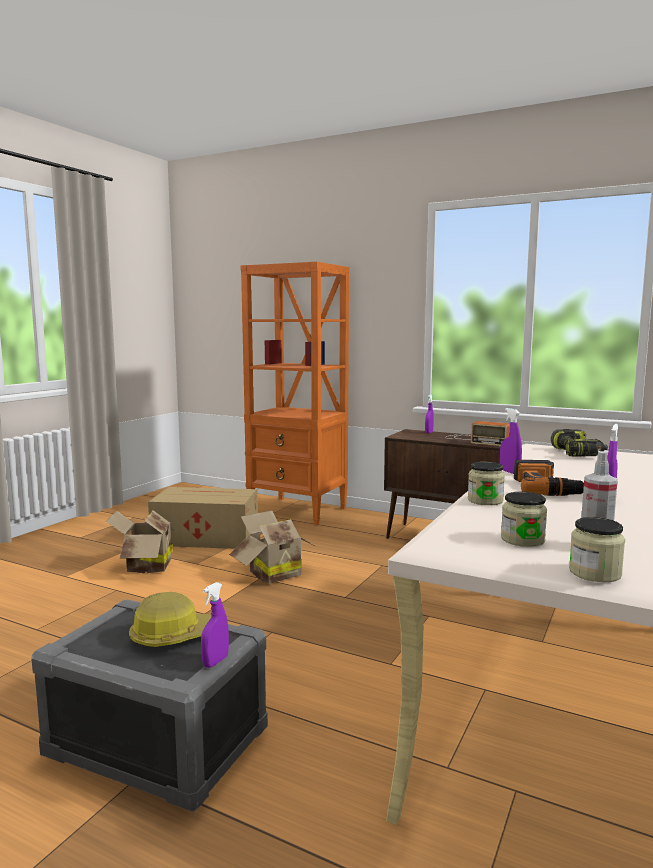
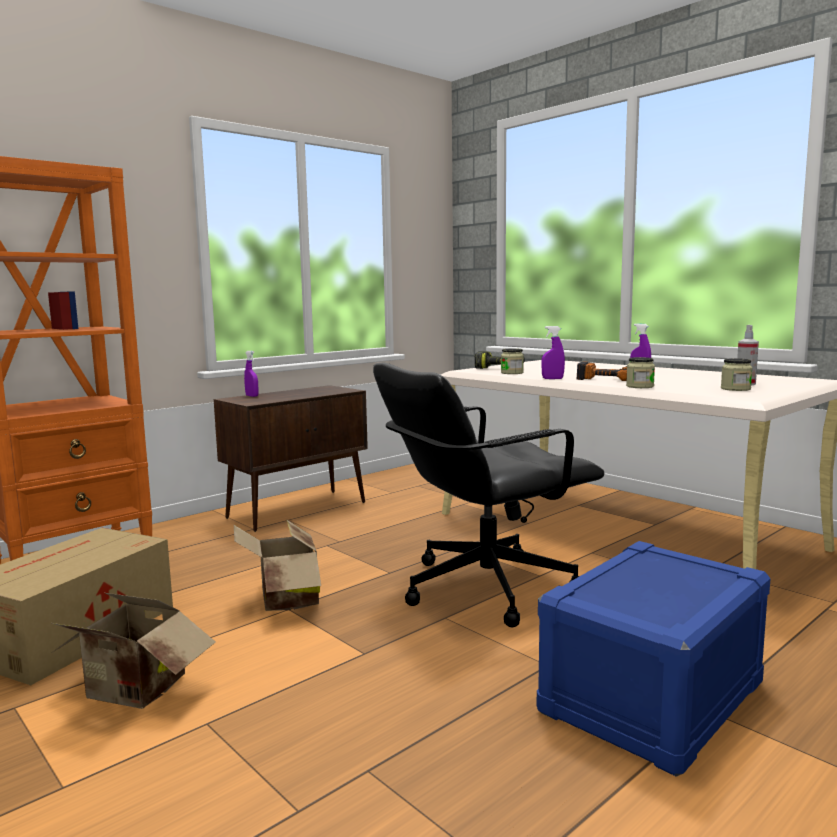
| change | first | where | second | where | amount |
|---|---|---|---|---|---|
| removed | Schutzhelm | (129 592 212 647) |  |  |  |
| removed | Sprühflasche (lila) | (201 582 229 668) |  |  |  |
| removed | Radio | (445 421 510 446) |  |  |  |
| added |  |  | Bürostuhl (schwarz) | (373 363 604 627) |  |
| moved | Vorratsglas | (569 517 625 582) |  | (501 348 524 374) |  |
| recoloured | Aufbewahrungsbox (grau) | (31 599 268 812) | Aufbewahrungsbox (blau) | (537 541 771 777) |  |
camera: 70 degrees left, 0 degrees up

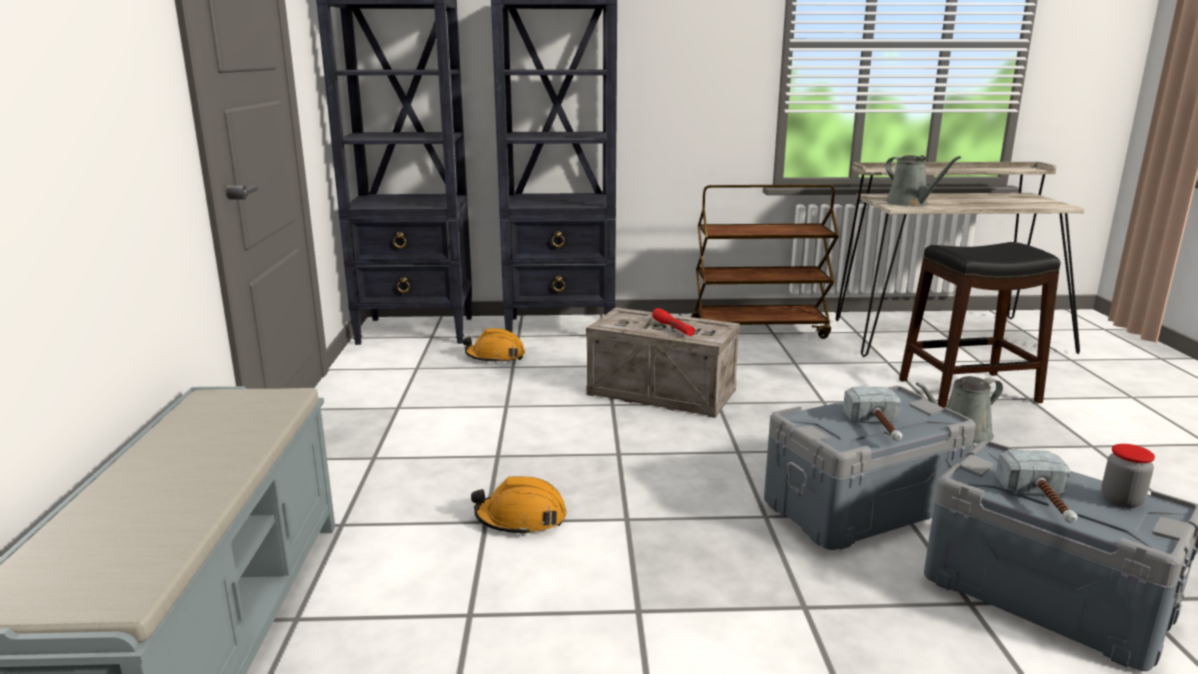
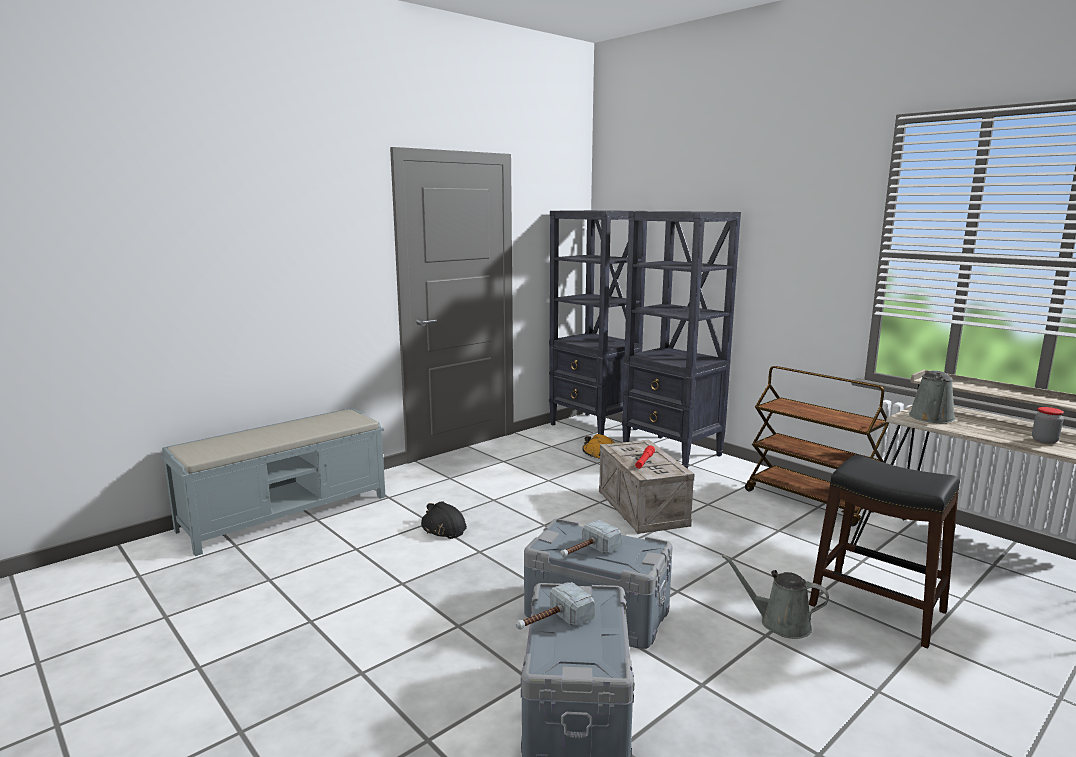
| change | first | where | second | where | amount |
|---|---|---|---|---|---|
| moved | Vorratsglas | (1101 444 1155 508) |  | (1032 407 1064 444) |  |
| recoloured | Schutzhelm (orange) | (471 476 566 536) | Schutzhelm (schwarz) | (421 502 467 539) |  |
camera: 50 degrees right, 5 degrees down

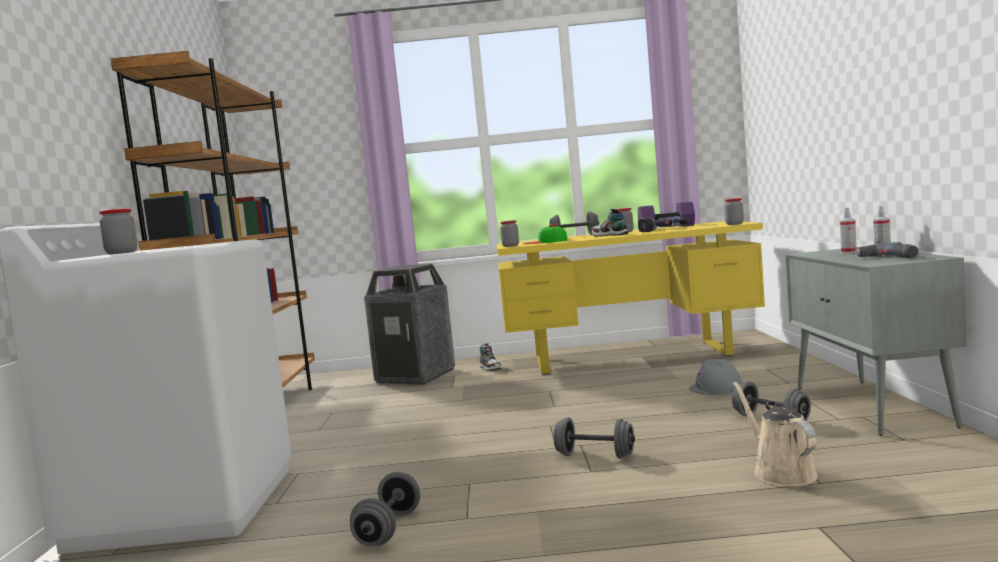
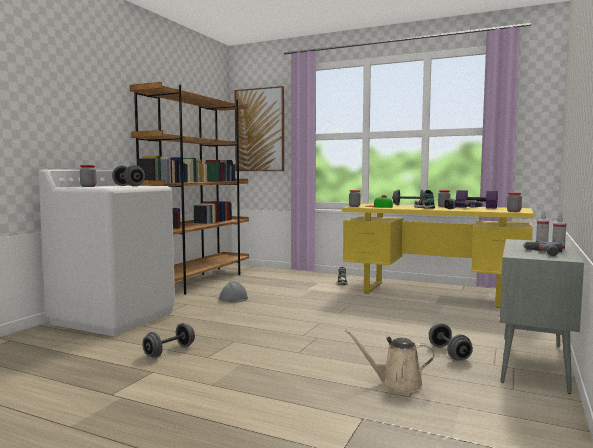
| change | first | where | second | where | amount |
|---|---|---|---|---|---|
| removed | Mülleimer | (364 264 455 385) |  |  |  |
| added |  |  | Bild | (234 86 284 171) |  |
| moved | Hantel (grau) | (554 418 635 459) |  | (112 165 145 187) |  |
| moved | Schutzhelm (grau) | (689 359 743 395) |  | (219 281 248 303) |  |
| turned | Gießkanne (beige) | (733 381 817 487) |  | (345 330 434 393) | 90 degrees counterclockwise |
camera: 25 degrees right, 0 degrees up

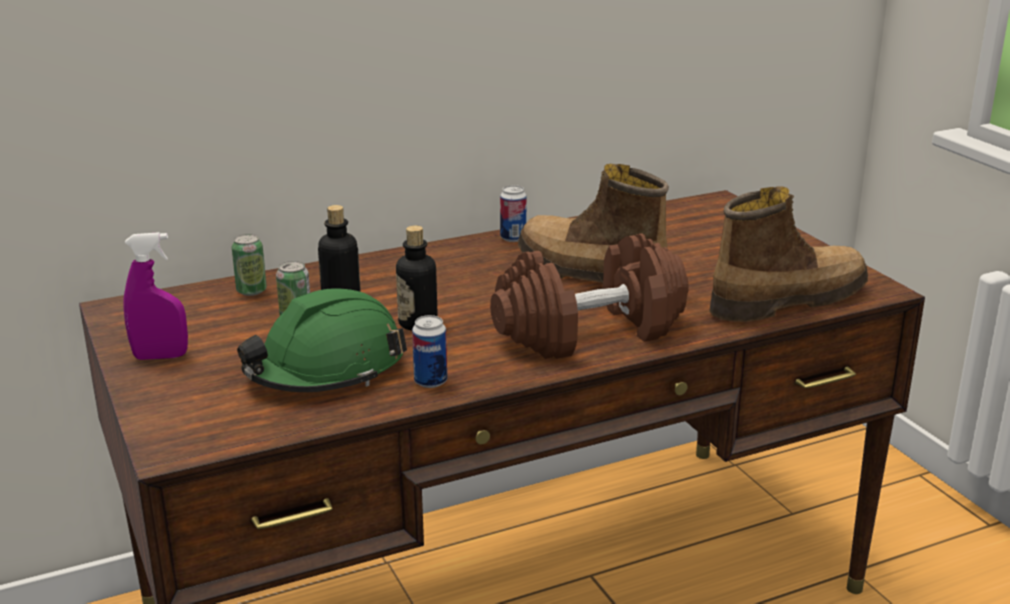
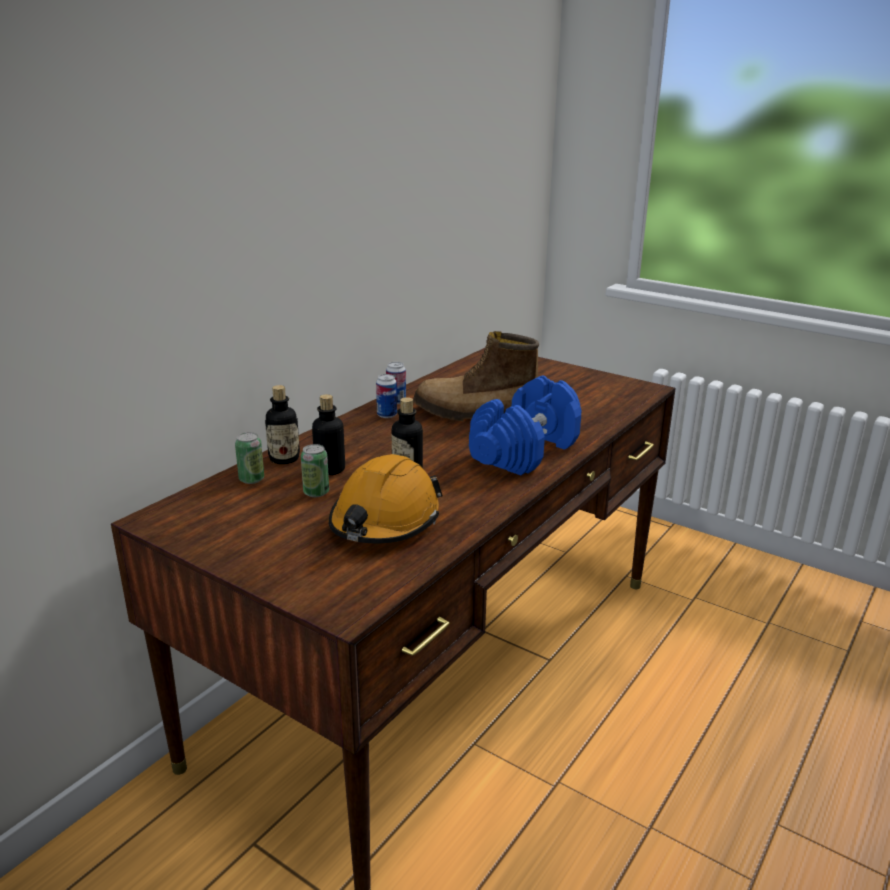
| change | first | where | second | where | amount |
|---|---|---|---|---|---|
| removed | Sprühflasche (lila) | (123 232 188 360) |  |  |  |
| removed | Stiefel | (709 187 868 322) |  |  |  |
| added |  |  | Flasche | (265 385 300 464) |  |
| moved | Dose | (412 315 447 388) |  | (376 374 397 418) |  |
| recoloured | Schutzhelm (grün) | (237 288 407 392) | Schutzhelm (orange) | (329 454 443 543) |  |
| recoloured | Hantel (braun) | (490 233 689 359) | Hantel (blau) | (469 376 582 475) |  |
camera: 30 degrees left, 0 degrees up

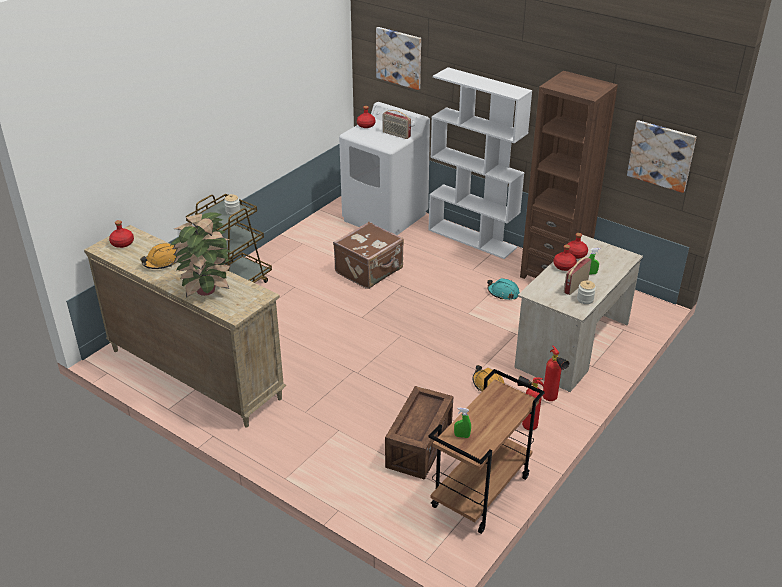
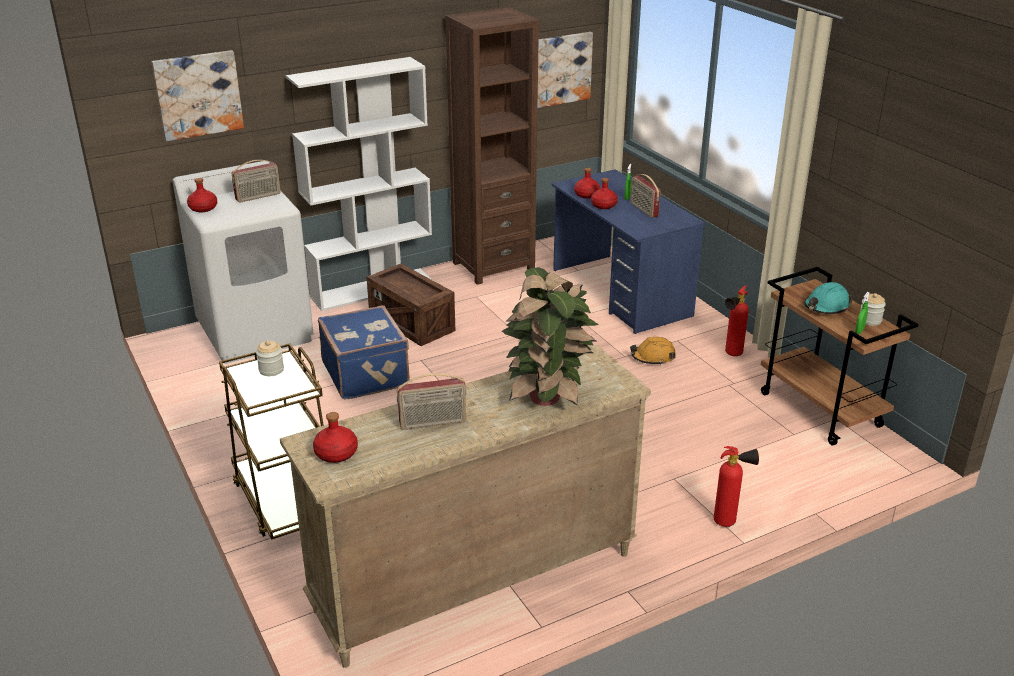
| change | first | where | second | where | amount |
|---|---|---|---|---|---|
| moved | Kiste | (385 386 453 480) |  | (367 264 455 346) |  |
| moved | Schutzhelm (türkis) | (487 278 520 300) |  | (804 282 852 314) |  |
| moved | Feuerlöscher | (543 345 569 401) |  | (714 446 759 527) |  |
| moved | Vorratsglas | (577 280 596 304) |  | (860 293 886 326) |  |
| replaced | Schutzhelm (orange) | (140 243 177 269) | Radio | (397 373 466 430) |  |
| recoloured | Koffer (braun) | (333 221 404 289) | Koffer (blau) | (318 305 410 400) |  |
| recoloured | Schreibtisch (beige) | (514 235 643 392) | Schreibtisch (blau) | (551 169 705 334) |  |
camera: 65 degrees left, 5 degrees down

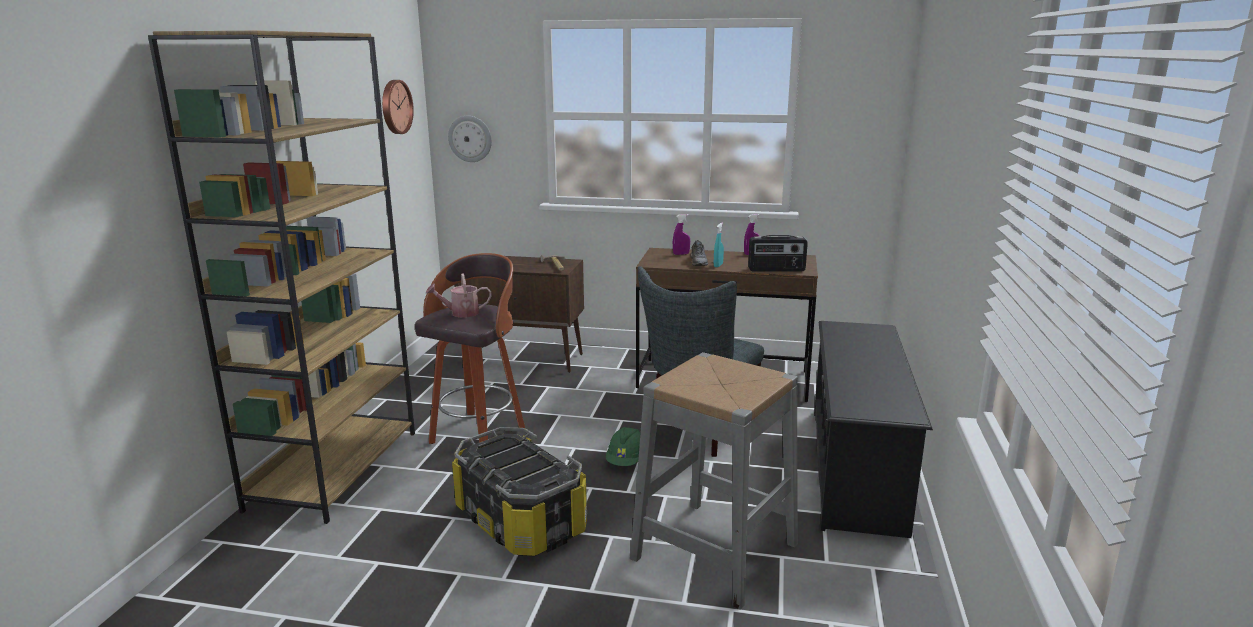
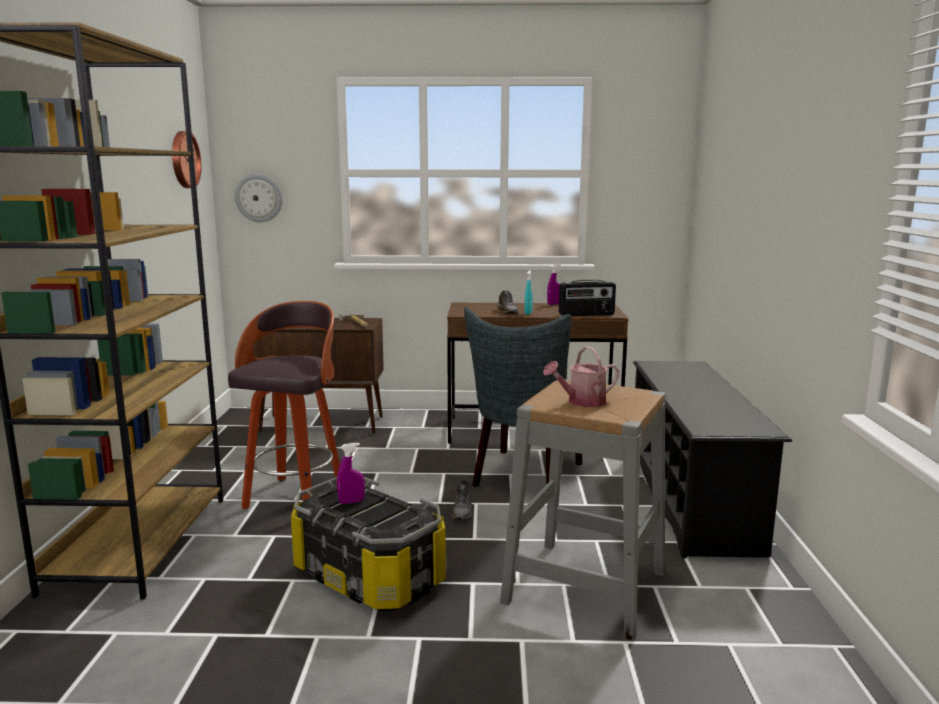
| change | first | where | second | where | amount |
|---|---|---|---|---|---|
| moved | Gießkanne | (426 273 491 317) |  | (543 346 619 407) |  |
| moved | Sprühflasche (lila) | (673 214 690 255) |  | (337 443 365 504) |  |
| replaced | Schutzhelm (grün) | (606 427 640 466) | Schuh (grau) | (452 481 472 519) |  |
camera: 10 degrees left, 5 degrees down

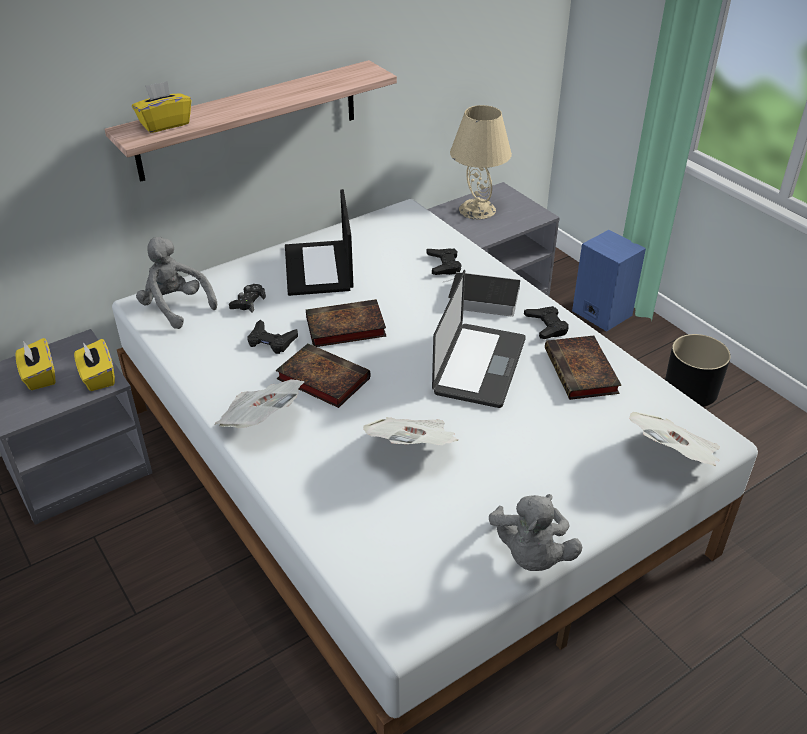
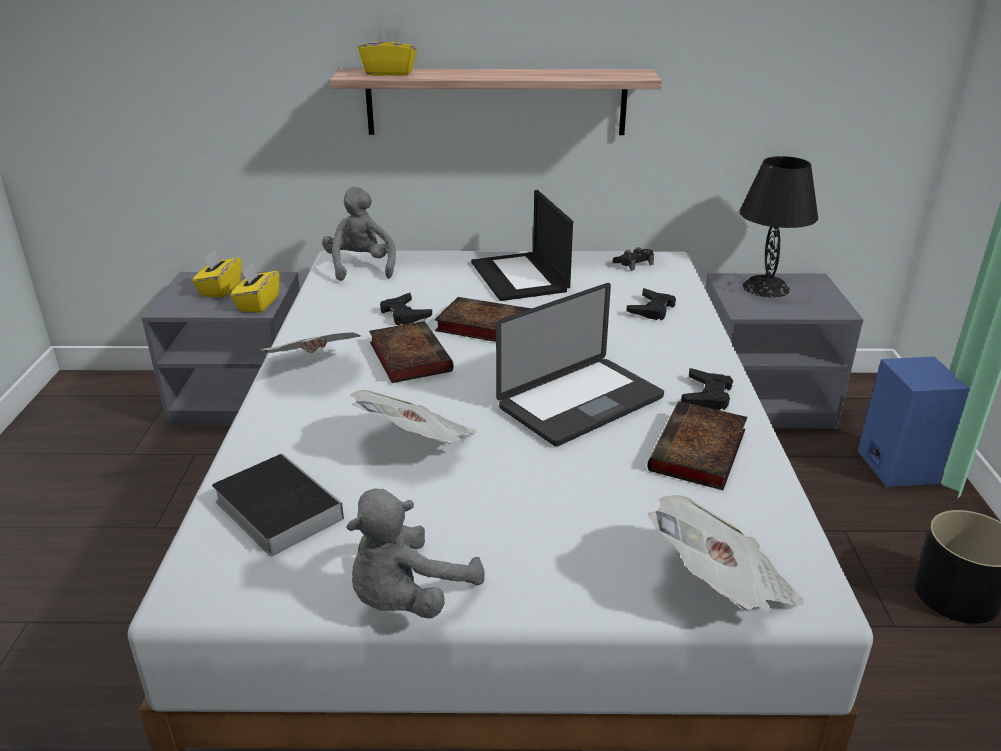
| change | first | where | second | where | amount |
|---|---|---|---|---|---|
| moved | Gamepad (schwarz) | (229 284 266 312) |  | (613 247 654 271) |  |
| moved | Buch | (443 272 520 317) |  | (212 453 344 556) |  |
| recoloured | Tischlampe (beige) | (450 105 512 219) | Tischlampe (schwarz) | (739 156 818 297) |  |
| turned | Laptop | (285 189 354 296) |  | (471 190 573 301) | 45 degrees counterclockwise |
camera: 35 degrees right, 10 degrees down

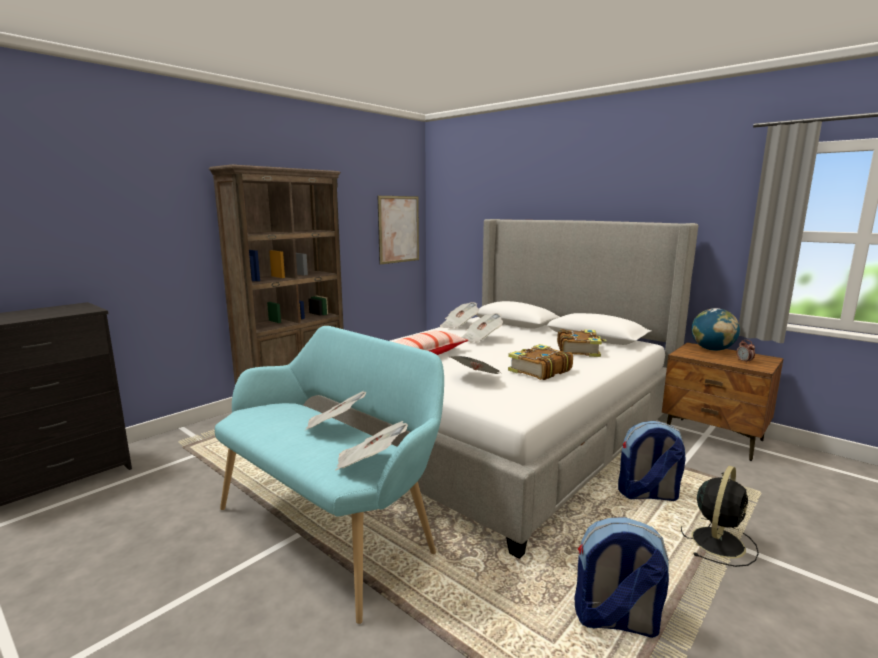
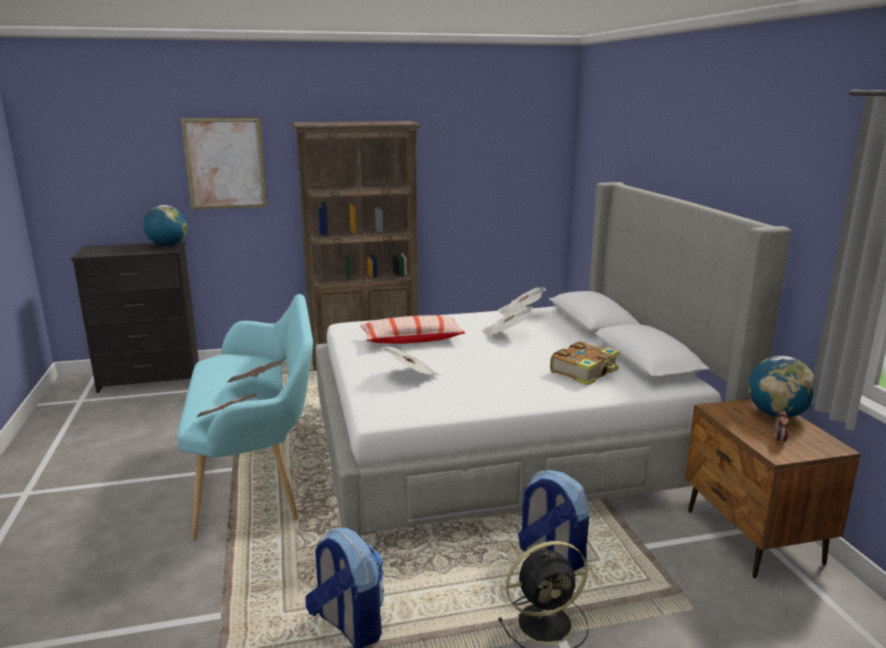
| change | first | where | second | where | amount |
|---|---|---|---|---|---|
| removed | Buch | (508 344 573 380) |  |  |  |
| added |  |  | Globus | (143 205 187 246) |  |
| moved | Bild | (378 196 419 265) |  | (181 117 268 210) |  |
camera: 35 degrees right, 5 degrees up

